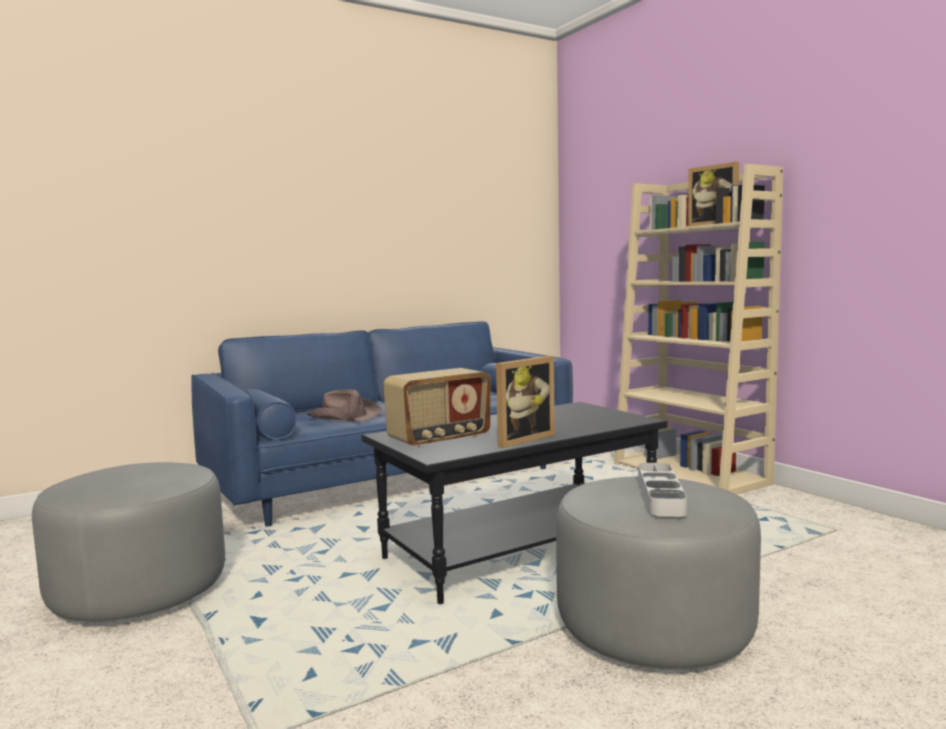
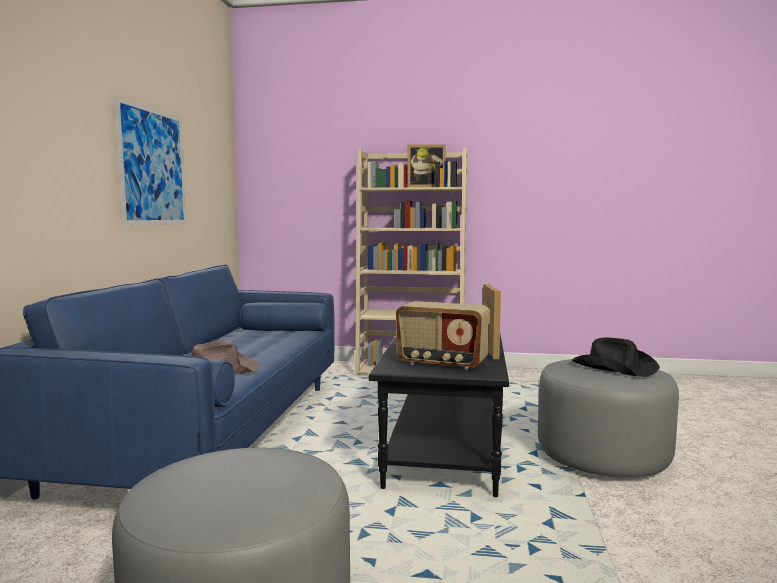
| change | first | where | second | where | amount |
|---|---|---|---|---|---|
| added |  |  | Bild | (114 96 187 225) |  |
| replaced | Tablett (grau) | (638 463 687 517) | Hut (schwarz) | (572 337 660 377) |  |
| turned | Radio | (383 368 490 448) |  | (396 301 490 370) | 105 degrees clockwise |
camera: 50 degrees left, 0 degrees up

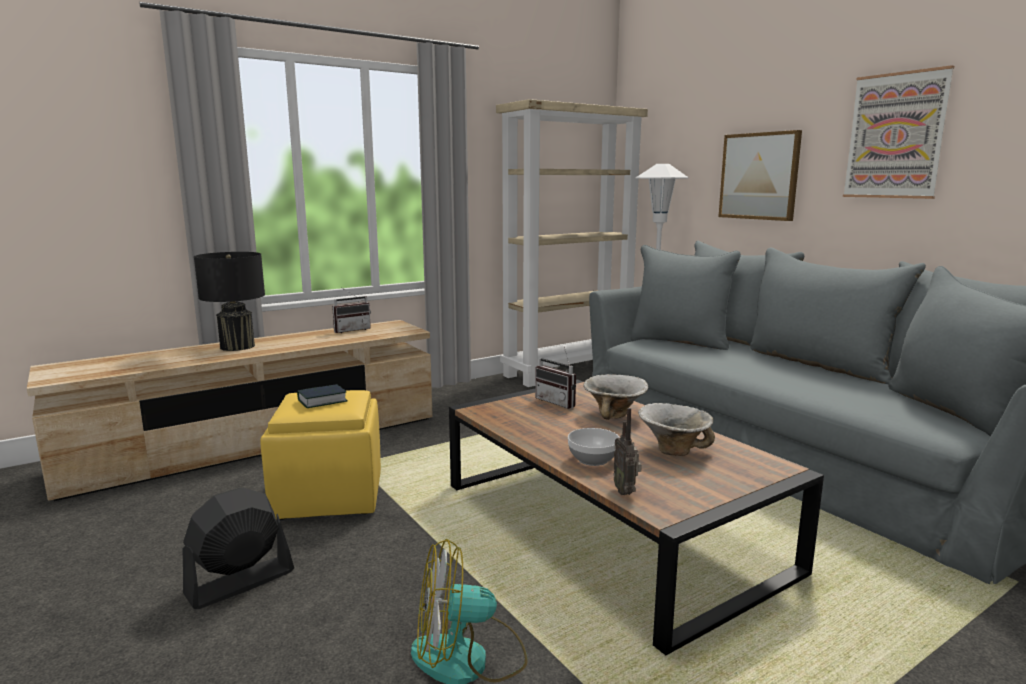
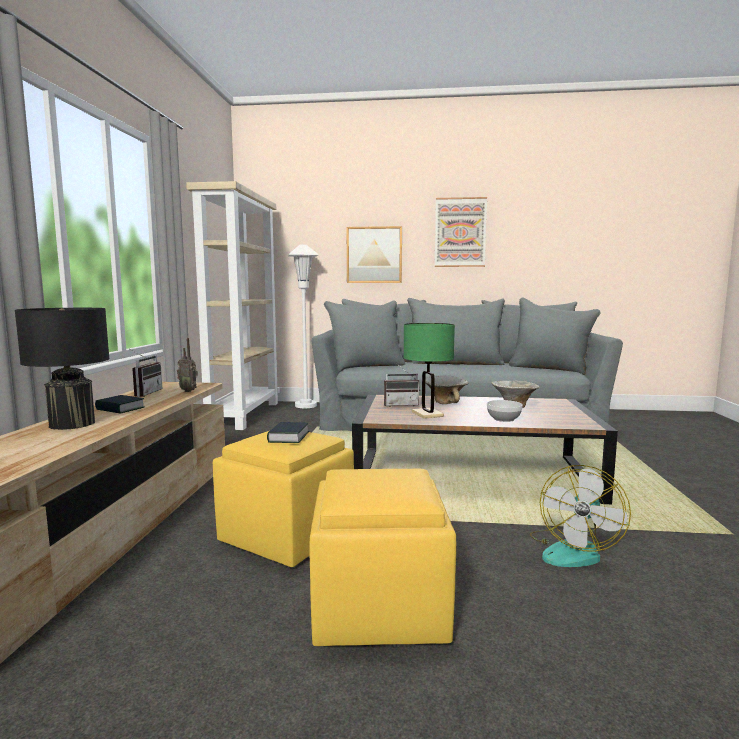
| change | first | where | second | where | amount |
|---|---|---|---|---|---|
| added |  |  | Buch | (95 395 144 414) |  |
| added |  |  | Tischlampe (grün) | (403 323 455 419) |  |
| moved | Radio | (614 408 642 495) |  | (177 338 198 392) |  |
| replaced | Ventilator (schwarz) | (182 488 294 609) | Polsterhocker (gelb) | (309 469 456 646) |  |
camera: 50 degrees left, 5 degrees down

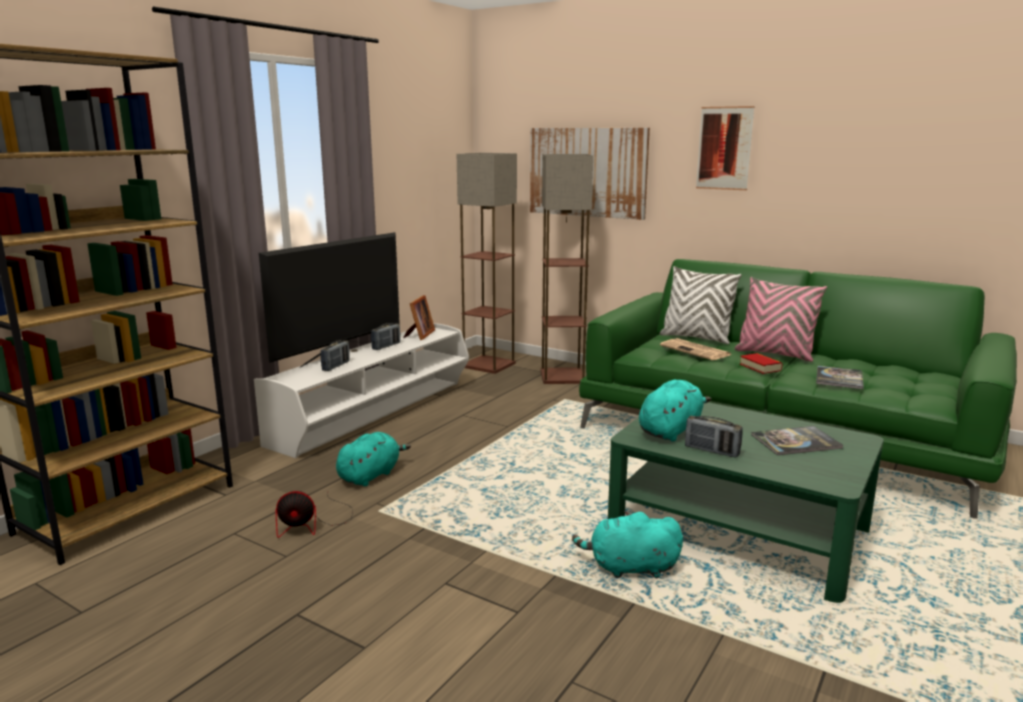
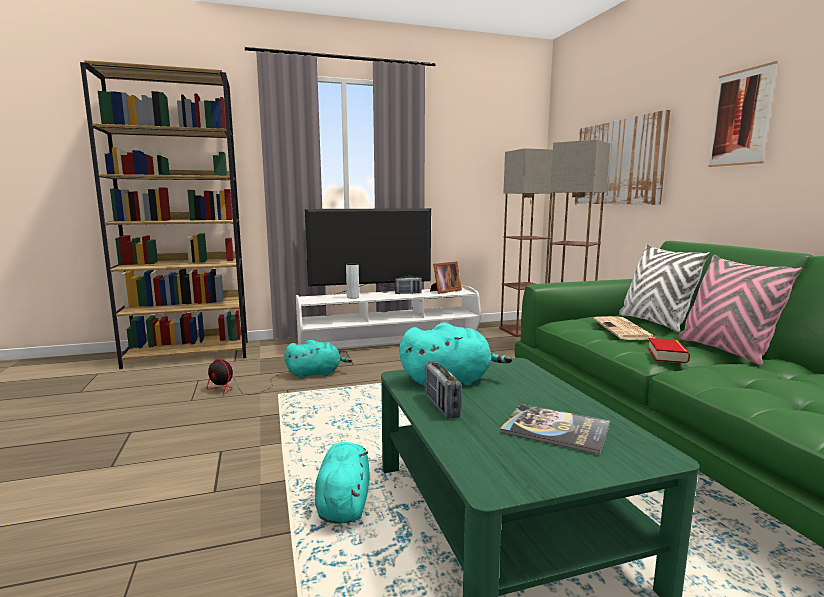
| change | first | where | second | where | amount |
|---|---|---|---|---|---|
| removed | Buch | (816 365 864 389) |  |  |  |
| replaced | Radio | (321 340 350 371) | Vase (grau) | (346 263 359 299) |  |
| turned | Plüschtier (türkis) | (572 511 683 578) |  | (315 442 370 524) | 45 degrees clockwise |
camera: 40 degrees right, 5 degrees down

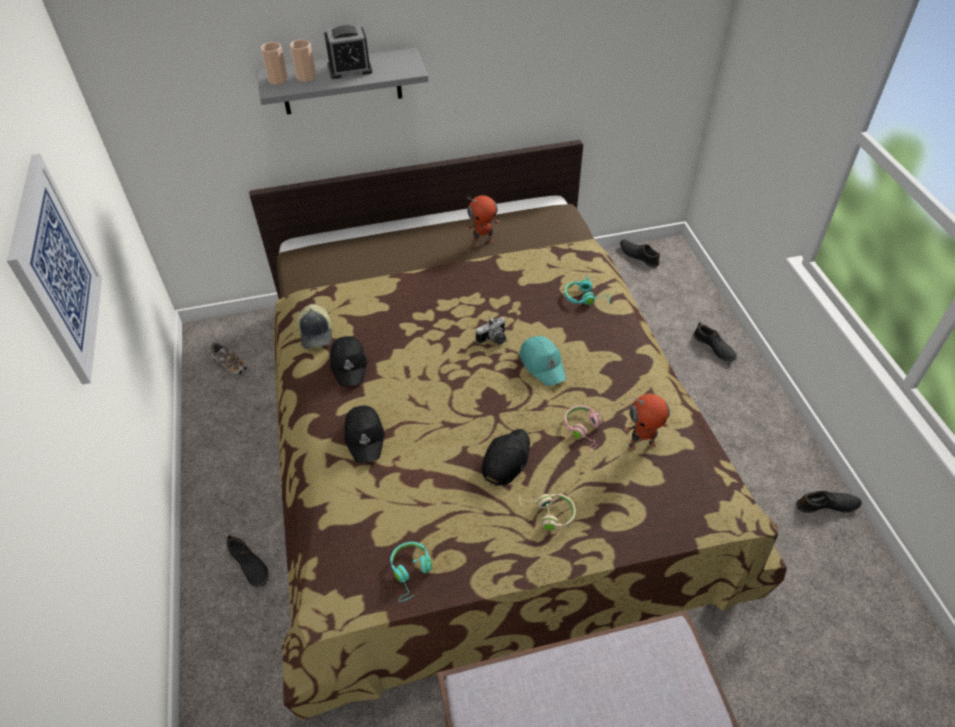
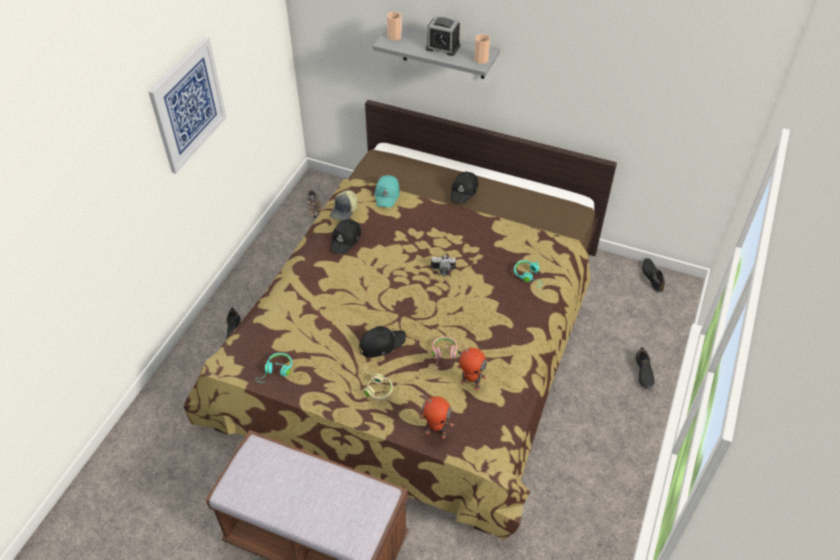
| change | first | where | second | where | amount |
|---|---|---|---|---|---|
| removed | Schuh (schwarz) | (796 491 862 513) |  |  |  |
| moved | Tasse | (289 39 317 82) |  | (474 34 490 64) |  |
| moved | Kappe (schwarz) | (344 406 385 463) |  | (451 172 478 204) |  |
| moved | Spielzeugroboter | (466 195 499 247) |  | (420 394 454 439) |  |
| moved | Kappe (türkis) | (520 336 566 386) |  | (375 175 400 208) |  |
camera: 35 degrees right, 0 degrees up

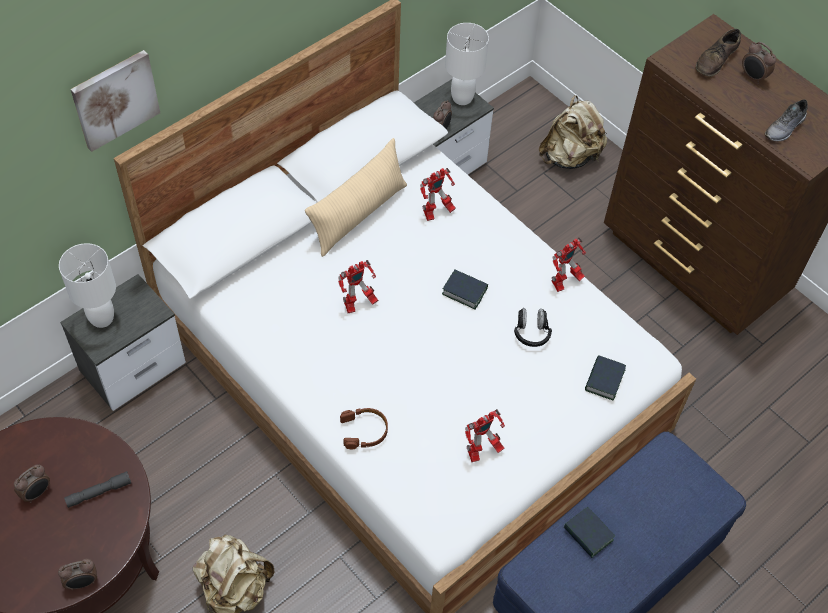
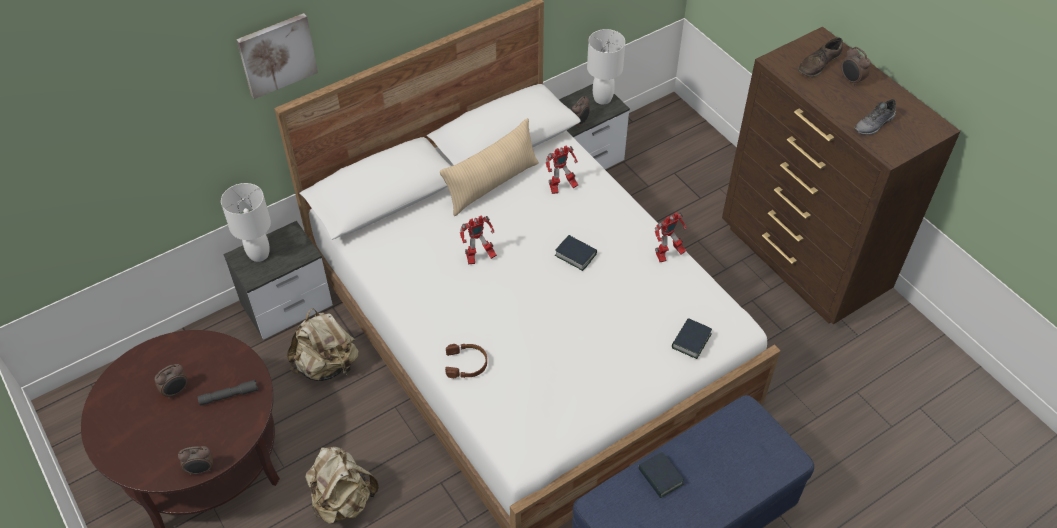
| change | first | where | second | where | amount |
|---|---|---|---|---|---|
| removed | Spielzeugroboter | (465 409 505 462) |  |  |  |
| removed | Kopfhörer (schwarz) | (514 308 552 347) |  |  |  |
| moved | Rucksack (beige) | (539 95 607 169) |  | (287 308 359 381) |  |
camera: 10 degrees right, 5 degrees down

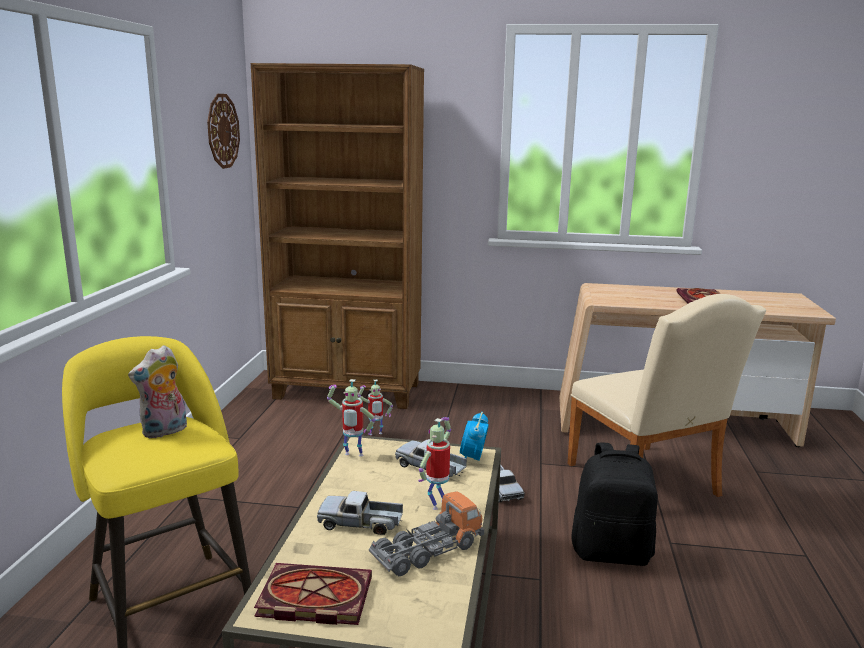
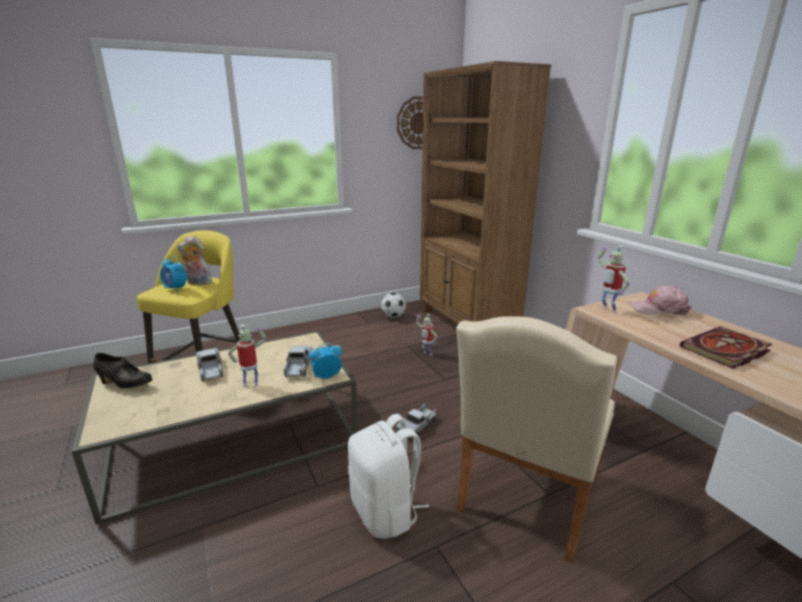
| change | first | where | second | where | amount |
|---|---|---|---|---|---|
| removed | Spielzeuglaster | (369 491 484 576) |  |  |  |
| added |  |  | Wecker | (160 256 186 292) |  |
| added |  |  | Fußball | (381 293 406 318) |  |
| added |  |  | Kappe (rosa) | (629 286 692 315) |  |
| moved | Spielzeugroboter | (327 379 376 456) |  | (598 246 630 313) |  |
| replaced | Buch | (254 563 372 625) | Schuh (schwarz) | (93 353 152 388) |  |
| recoloured | Rucksack (schwarz) | (571 442 658 566) | Rucksack (weiß) | (348 414 429 539) |  |
camera: 55 degrees right, 5 degrees up

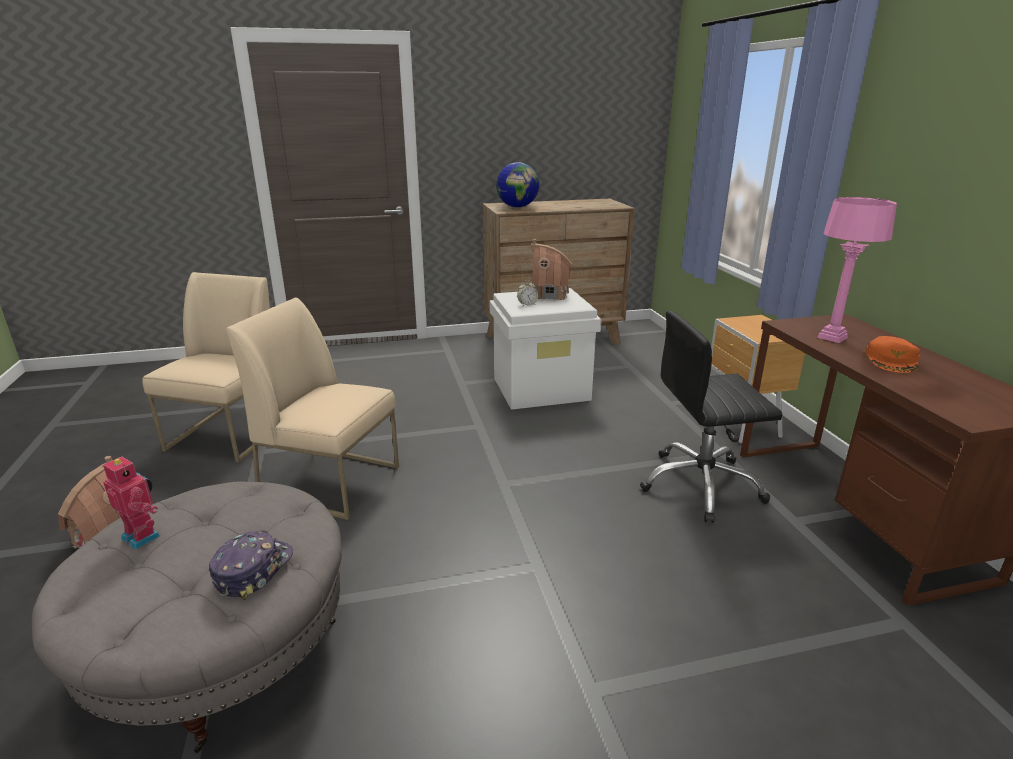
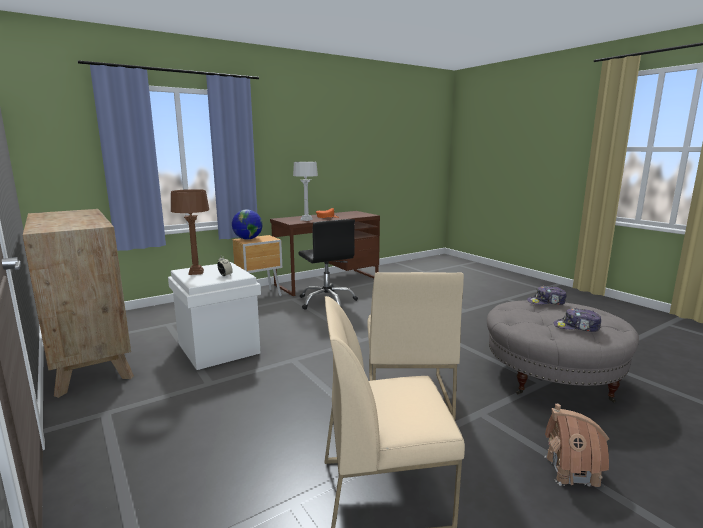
| change | first | where | second | where | amount |
|---|---|---|---|---|---|
| moved | Globus | (496 162 539 208) |  | (232 209 263 240) |  |
| replaced | Spielzeugroboter | (103 457 160 550) | Kappe | (554 308 601 332) |  |
| replaced | Spielzeughaus | (531 239 573 300) | Tischlampe (braun) | (171 189 209 275) |  |
| recoloured | Tischlampe (rosa) | (817 197 897 343) | Tischlampe (grau) | (293 162 318 221) |  |
camera: 110 degrees left, 10 degrees down

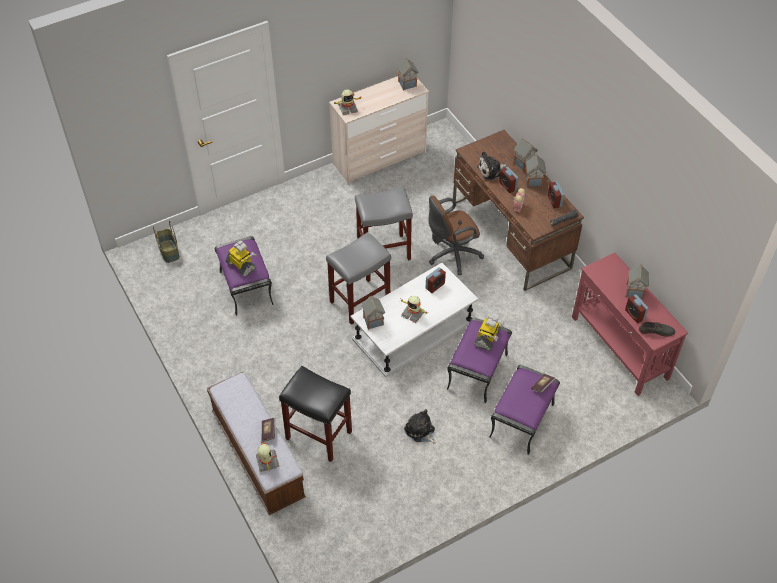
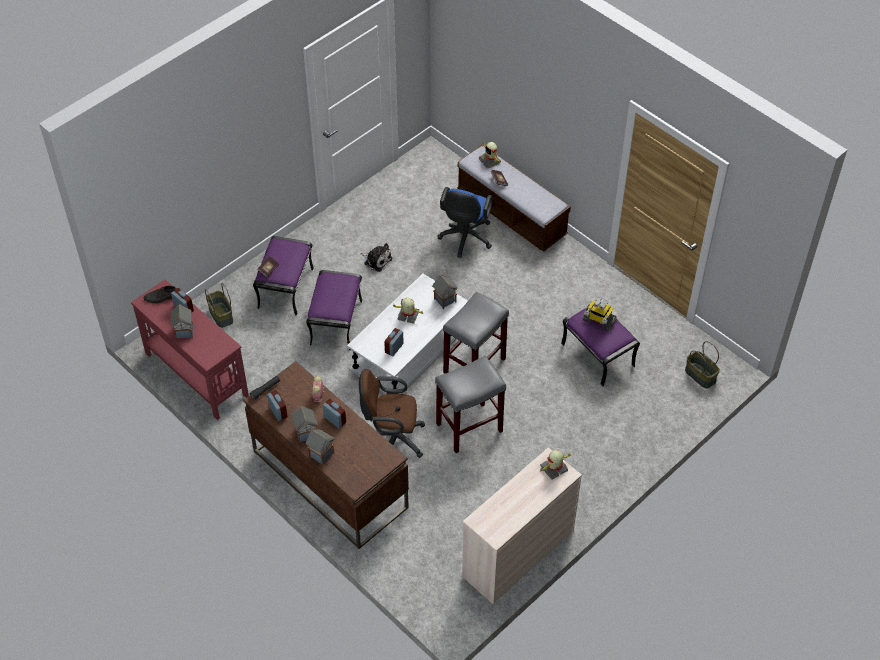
| change | first | where | second | where | amount |
|---|---|---|---|---|---|
| removed | Spielzeughaus | (397 57 419 91) |  |  |  |
| removed | Spielzeugroboter | (474 315 505 351) |  |  |  |
| removed | Plüschtier | (477 151 507 181) |  |  |  |
| added |  |  | Korb | (205 283 233 328) |  |
| replaced | Hocker (schwarz) | (279 366 352 462) | Bürostuhl (blau) | (438 187 493 258) |  |
| turned | Bürostuhl (braun) | (429 196 484 275) |  | (359 369 426 458) | 135 degrees counterclockwise |
camera: 165 degrees right, 0 degrees up

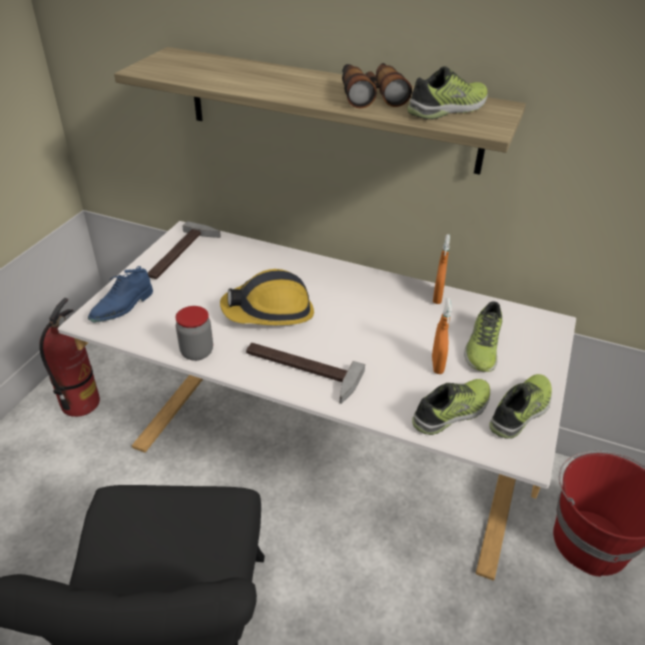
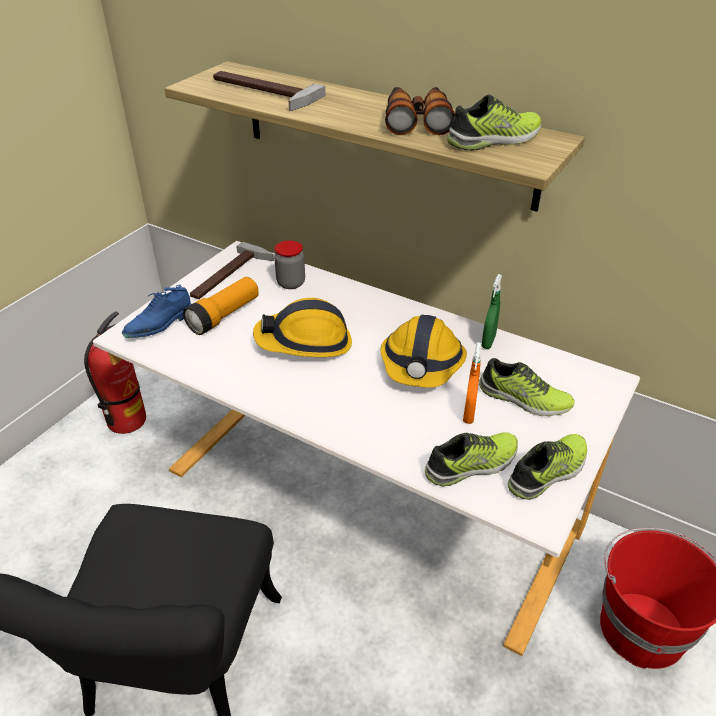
| change | first | where | second | where | amount |
|---|---|---|---|---|---|
| added |  |  | Taschenlampe | (183 277 259 335) |  |
| added |  |  | Schutzhelm | (381 315 467 388) |  |
| moved | Vorratsglas | (175 306 213 361) |  | (274 241 305 289) |  |
| moved | Hammer | (246 343 365 404) |  | (213 71 325 111) |  |
| recoloured | Sprühflasche (orange) | (433 234 450 304) | Sprühflasche (grün) | (482 274 502 349) |  |
| turned | Schuh | (464 301 502 372) |  | (479 358 575 416) | 90 degrees counterclockwise |
camera: 10 degrees right, 0 degrees up

